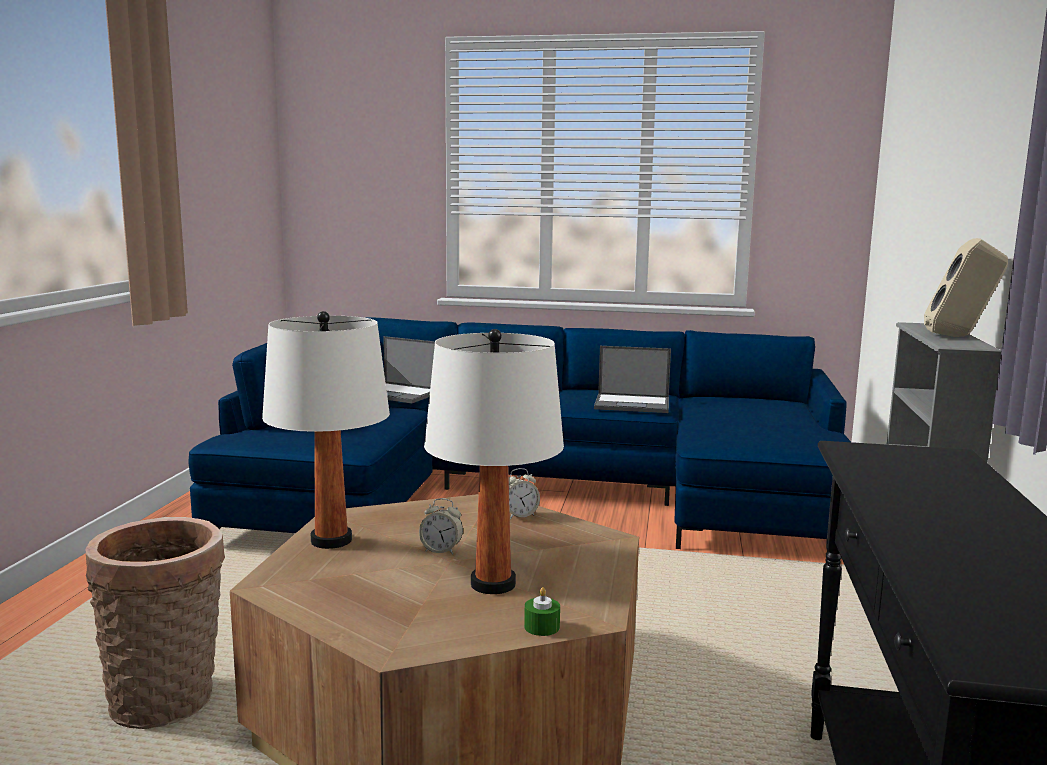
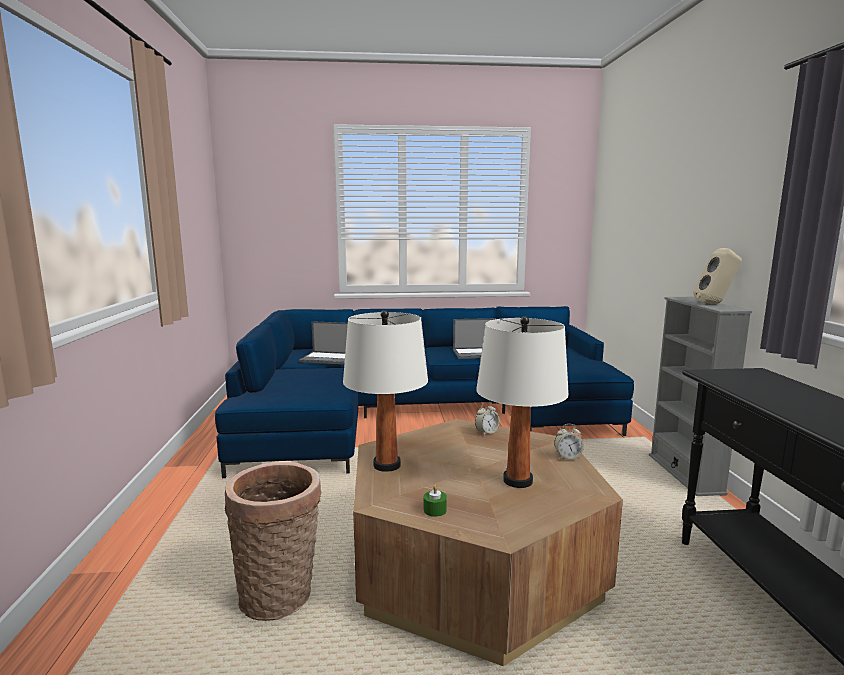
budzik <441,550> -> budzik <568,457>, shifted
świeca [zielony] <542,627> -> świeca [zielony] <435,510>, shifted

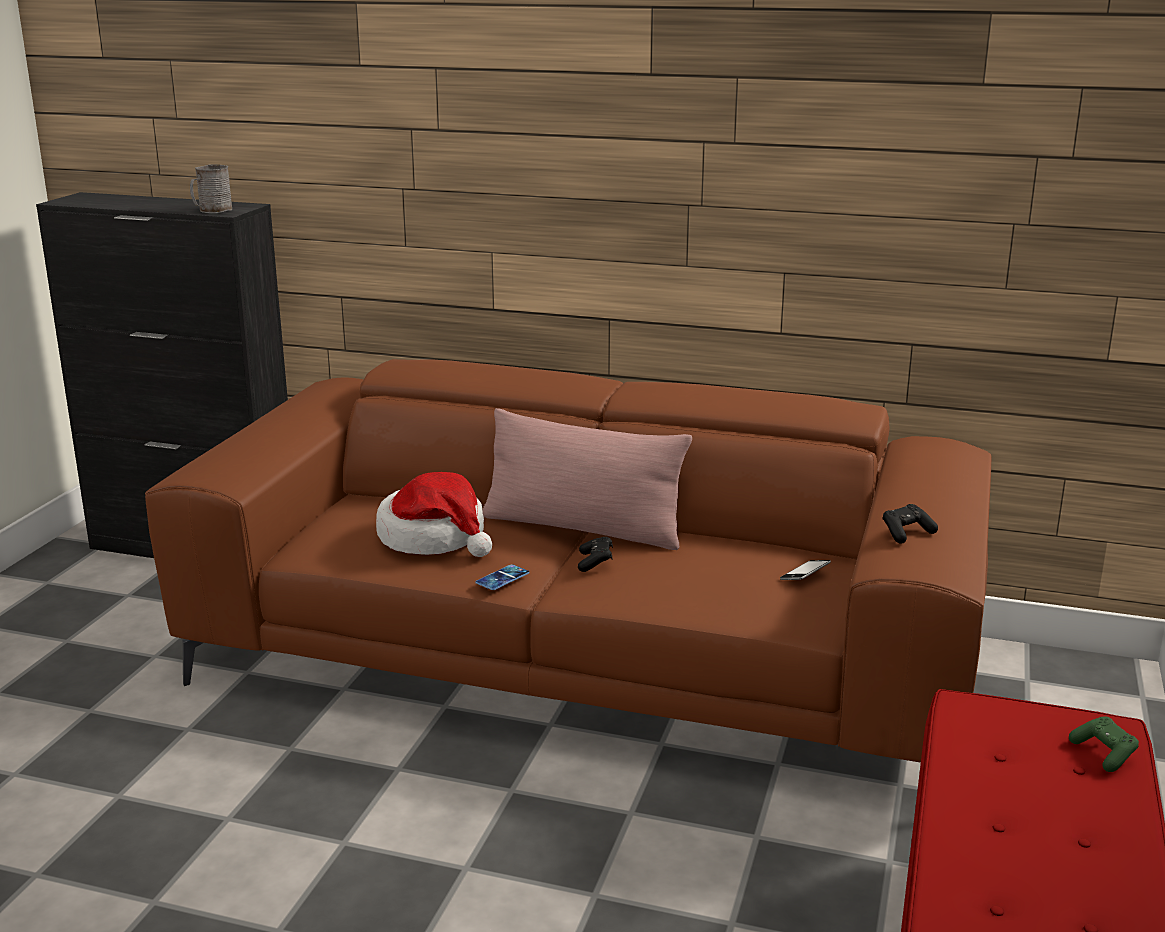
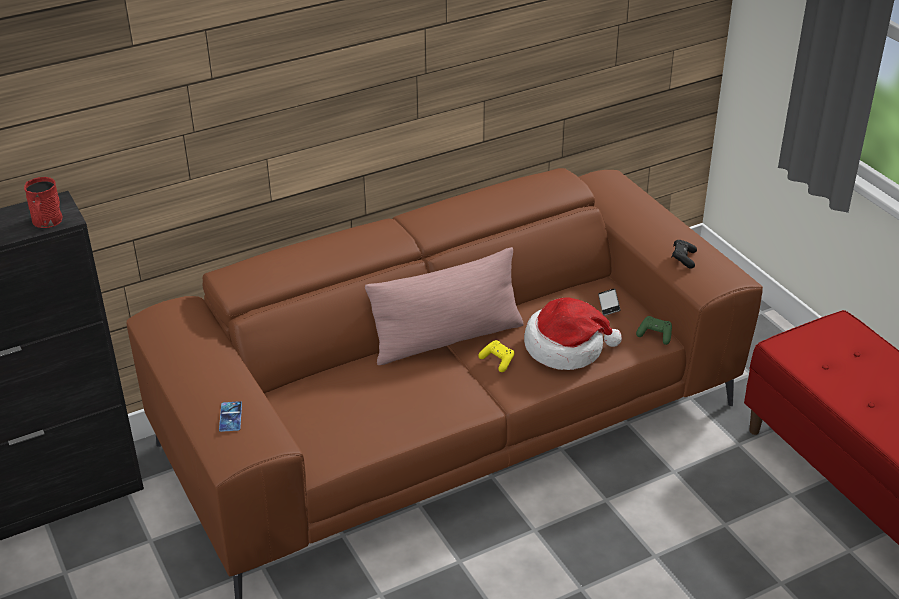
kubek [szary] <211,210> -> kubek [czerwony] <47,222>
kapelusz <434,537> -> kapelusz <566,347>, shifted
pad do gier [czarny] <595,562> -> pad do gier [żółty] <498,361>
telefon <502,578> -> telefon <230,417>, shifted
pad do gier [zielony] <1104,754> -> pad do gier [zielony] <655,335>, shifted

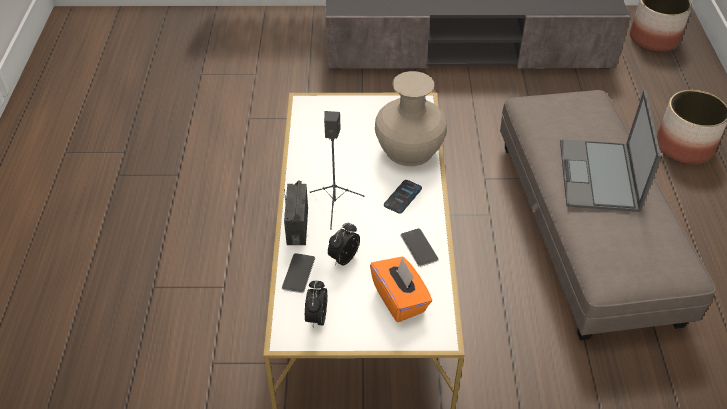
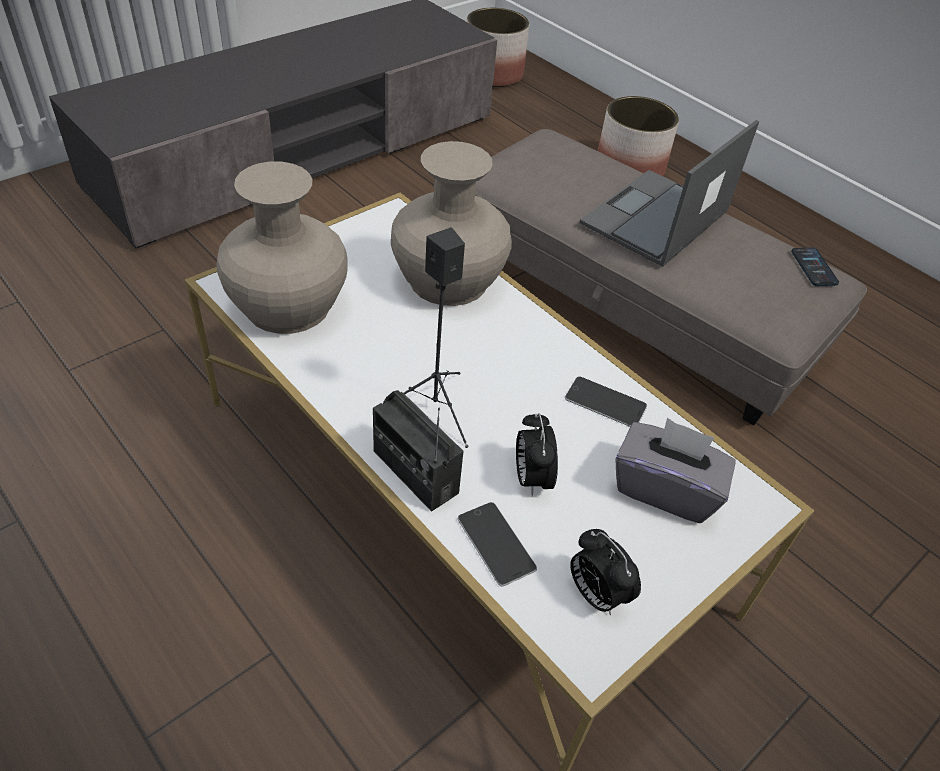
laptop <599,176> -> laptop <654,218>, 75 degrees clockwise
telefon <402,197> -> telefon <814,267>, shifted
pudełko chusteczek [pomarańczowy] <400,299> -> pudełko chusteczek [szary] <665,489>
none -> wazon [beżowy] <288,305>

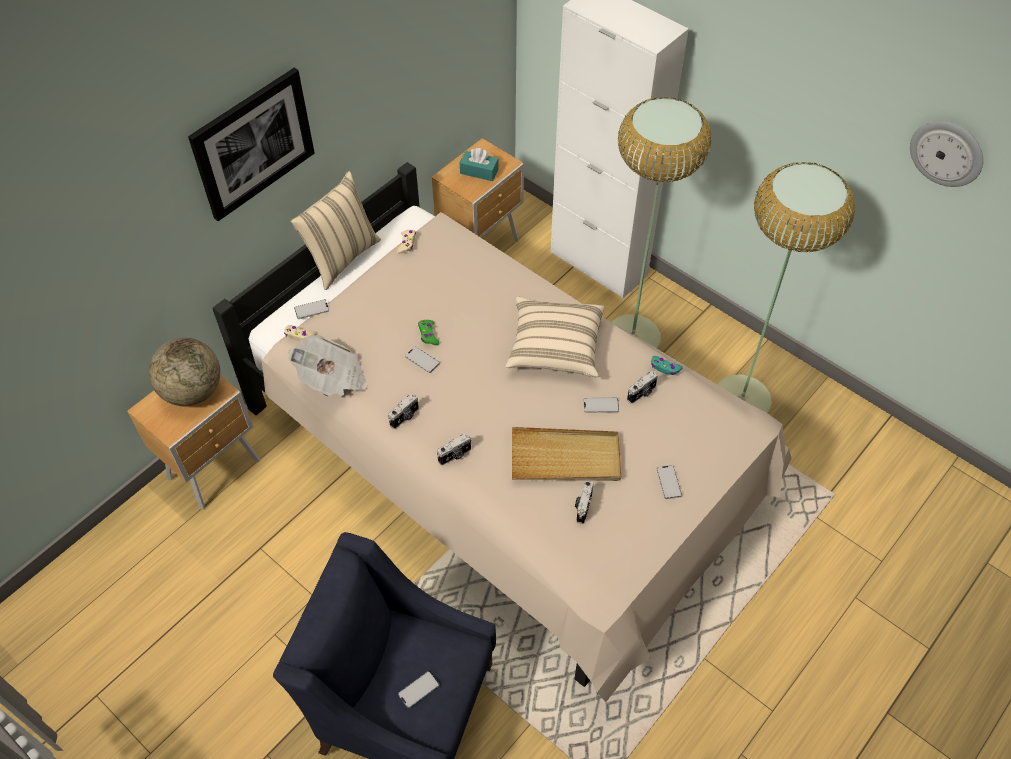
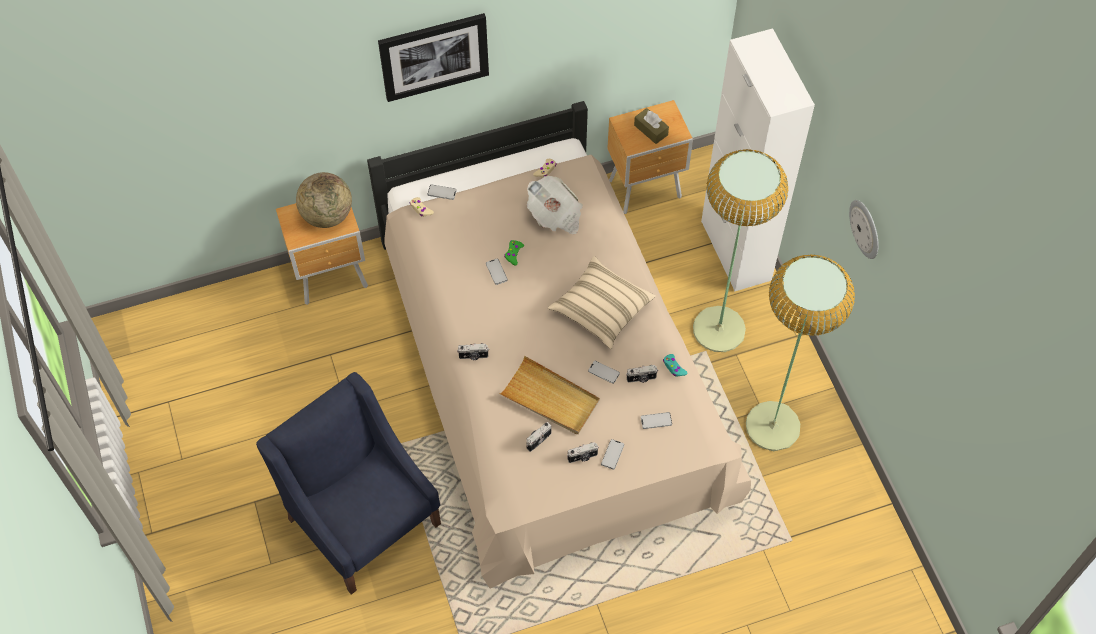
zegar ścienny <947,152> -> zegar ścienny <865,228>, shifted
pudełko chusteczek [turkusowy] <479,171> -> pudełko chusteczek [brązowy] <651,130>
poduszka [beżowy] <341,257> -> none
gazeta <332,378> -> gazeta <555,215>, shifted
aparat fotograficzny <405,417> -> aparat fotograficzny <583,457>, shifted
telefon <418,689> -> telefon <656,421>, shifted

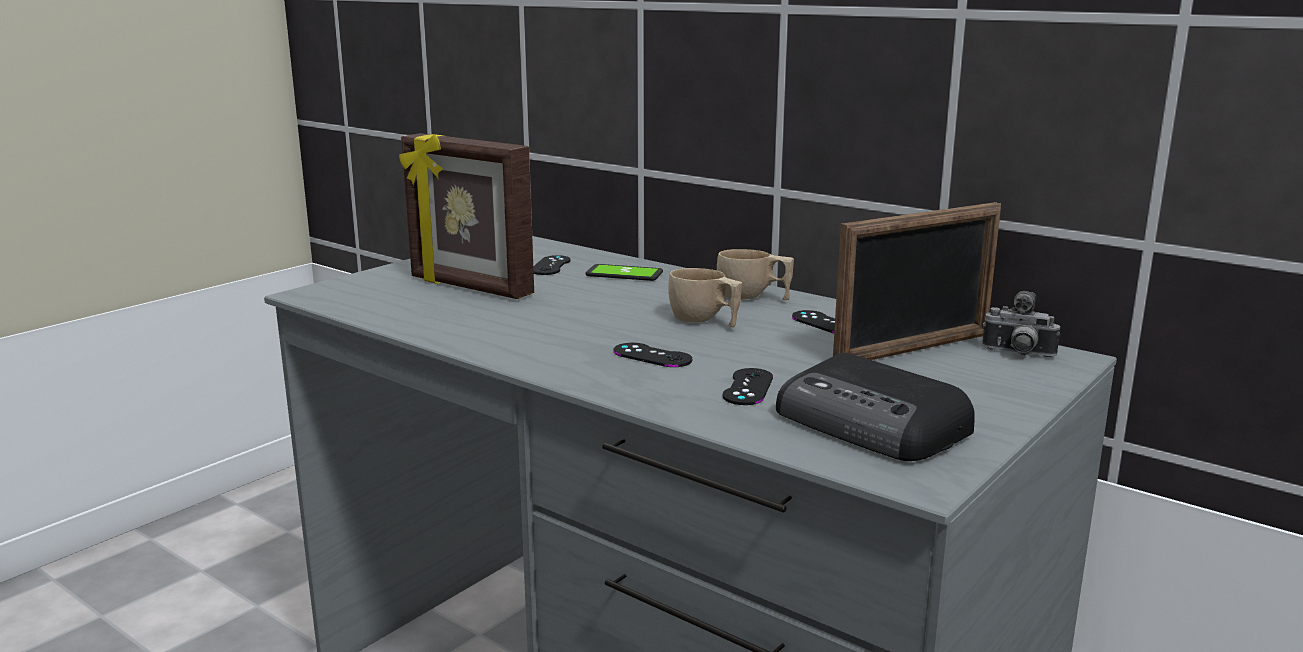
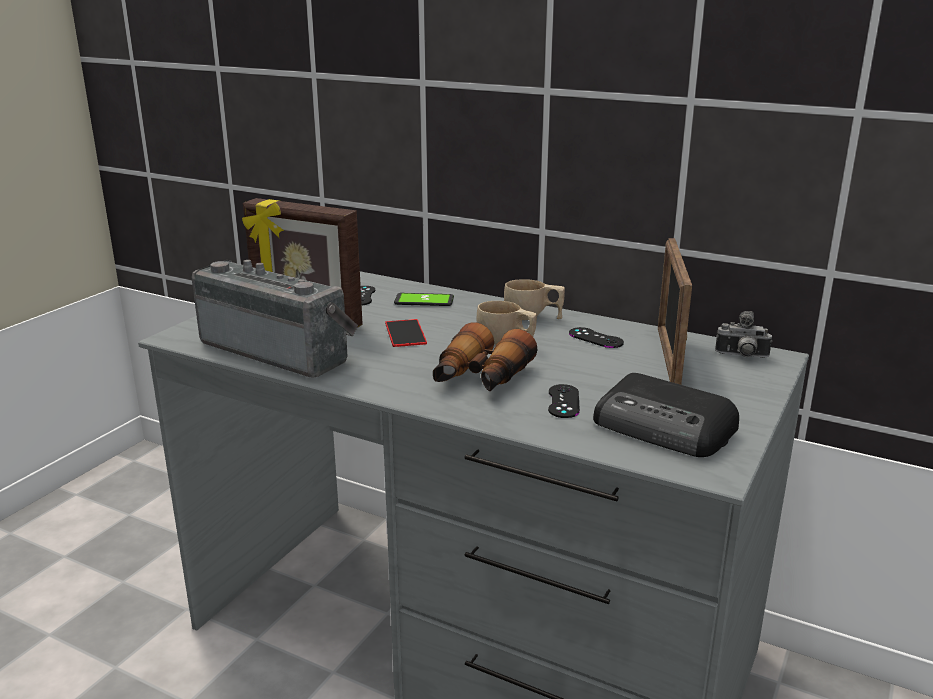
ramka na zdjęcie <913,349> -> ramka na zdjęcie <668,358>, 135 degrees clockwise
pad do gier [czarny] <652,356> -> lornetka <480,378>
none -> radio <279,350>
none -> telefon <405,333>

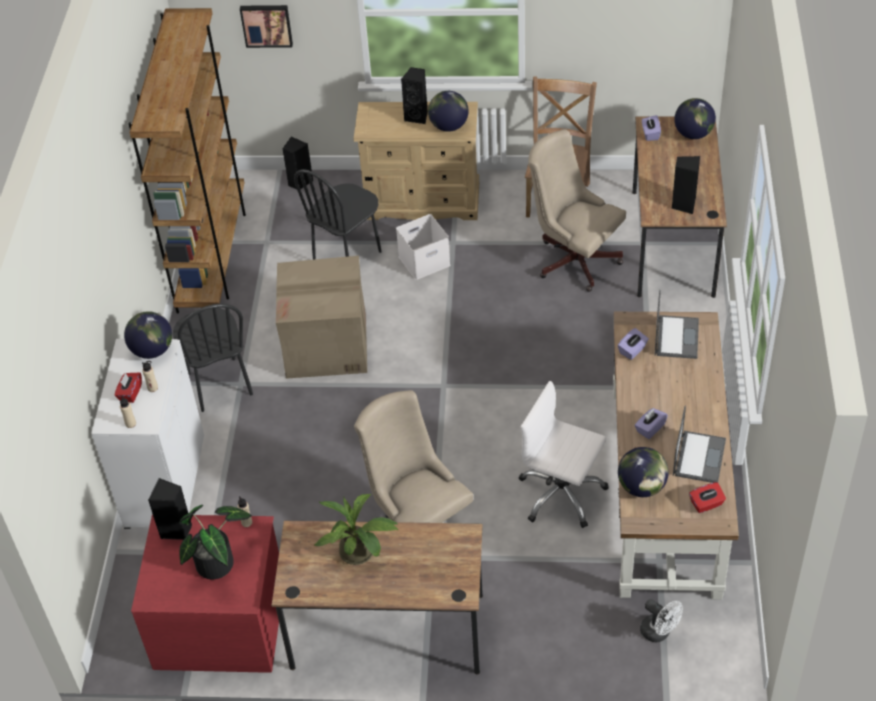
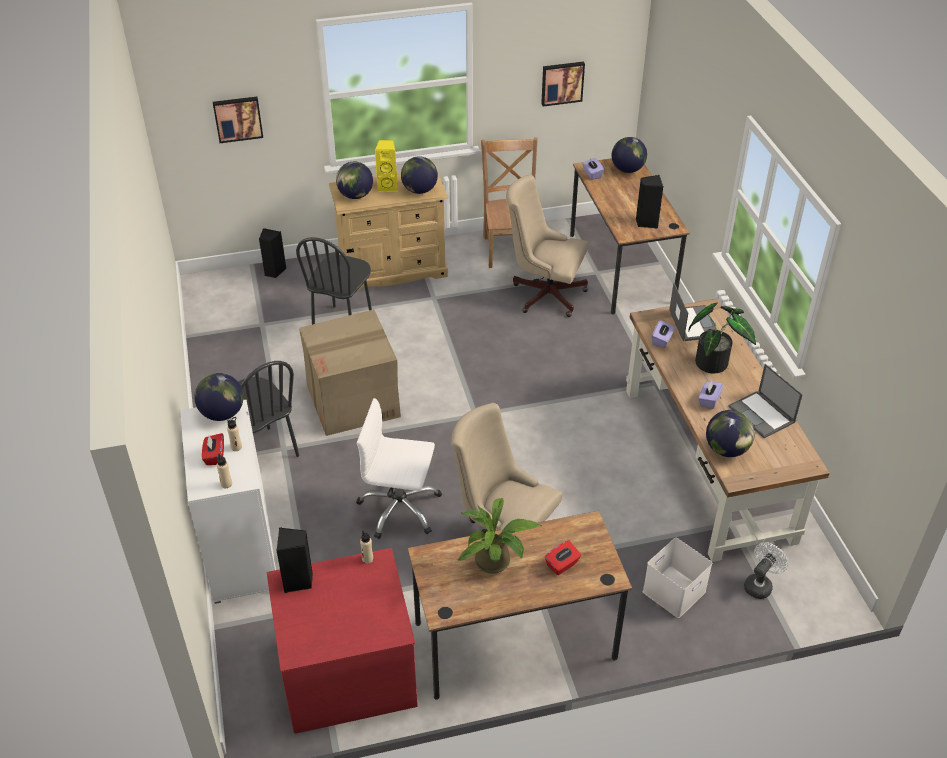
regał [brązowy] <213,255> -> none
głośnik [czarny] <417,116> -> głośnik [żółty] <388,187>
pojemnik do przechowywania [biały] <423,261> -> pojemnik do przechowywania [biały] <674,592>, shifted
krzesło biurowe [biały] <561,494> -> krzesło biurowe [biały] <399,509>, shifted
laptop <699,456> -> laptop <762,415>, 150 degrees clockwise
pudełko chusteczek [czerwony] <706,504> -> pudełko chusteczek [czerwony] <562,565>, shifted
roślina doniczkowa <220,563> -> roślina doniczkowa <715,362>, shifted
wentylator [biały] <659,633> -> wentylator [biały] <760,584>, 75 degrees counterclockwise
none -> obraz <562,82>
none -> globus <355,195>

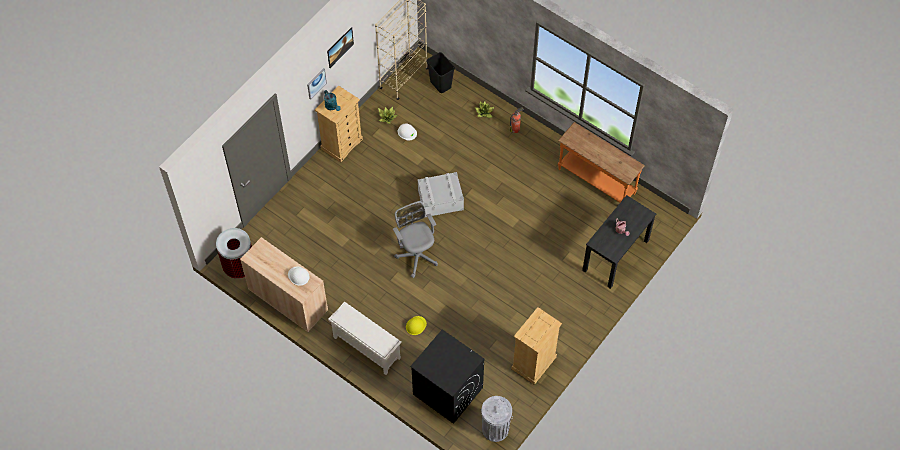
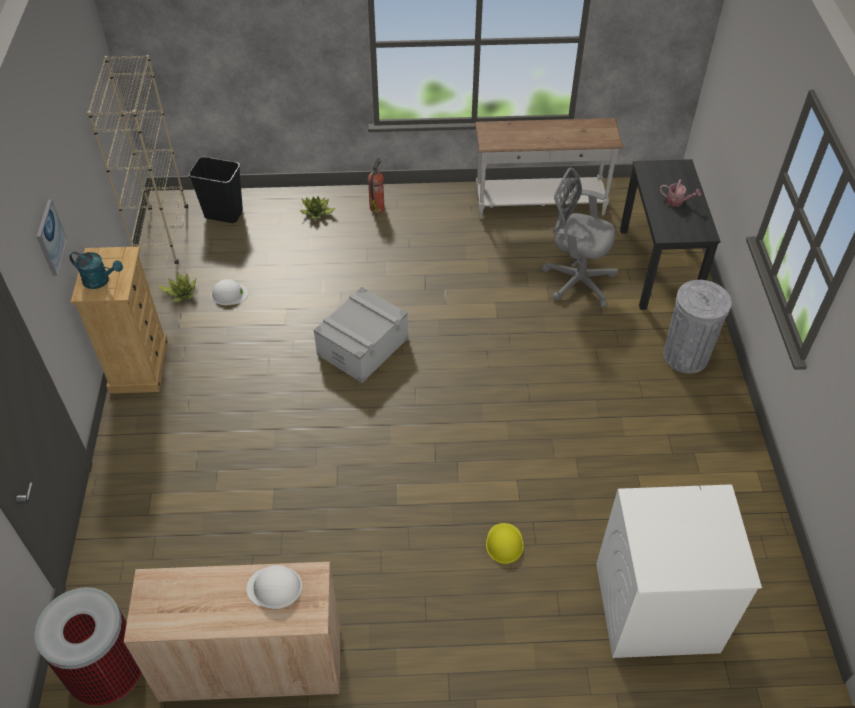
obraz <340,51> -> none
stolik konsolowy [pomarańczowy] <596,182> -> stolik konsolowy [biały] <540,205>
krzesło biurowe [szary] <416,254> -> krzesło biurowe [szary] <575,280>, shifted
regał na buty [biały] <366,347> -> none
komoda [beżowy] <533,363> -> none
pralka [czarny] <447,391> -> pralka [biały] <655,607>
kosz na śmieci [szary] <495,429> -> kosz na śmieci [szary] <685,356>, shifted

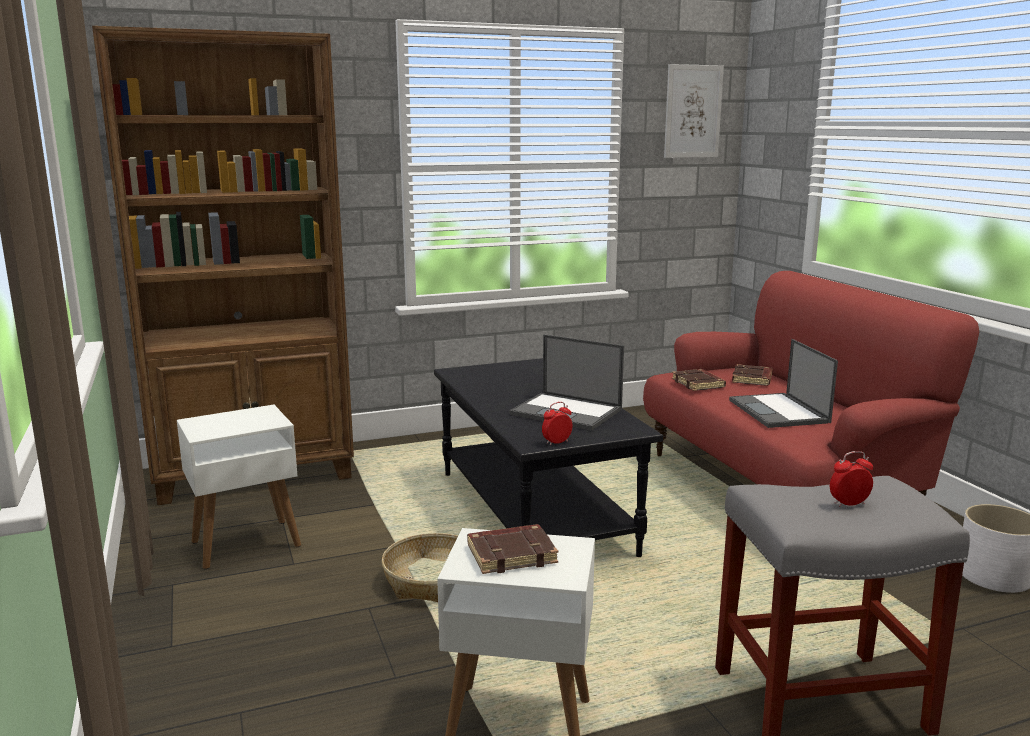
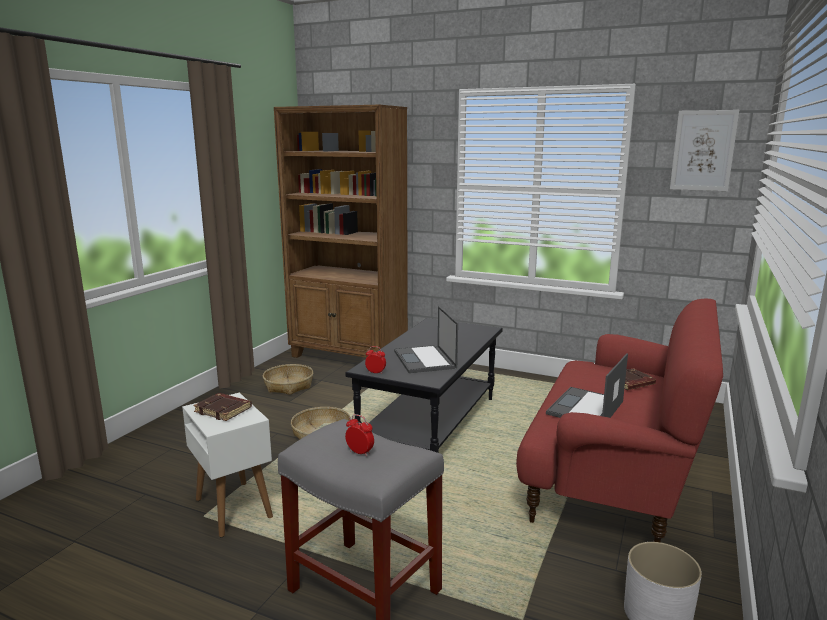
książka [brązowy] <699,384> -> none
stolik [biały] <245,544> -> koszyk <288,386>

